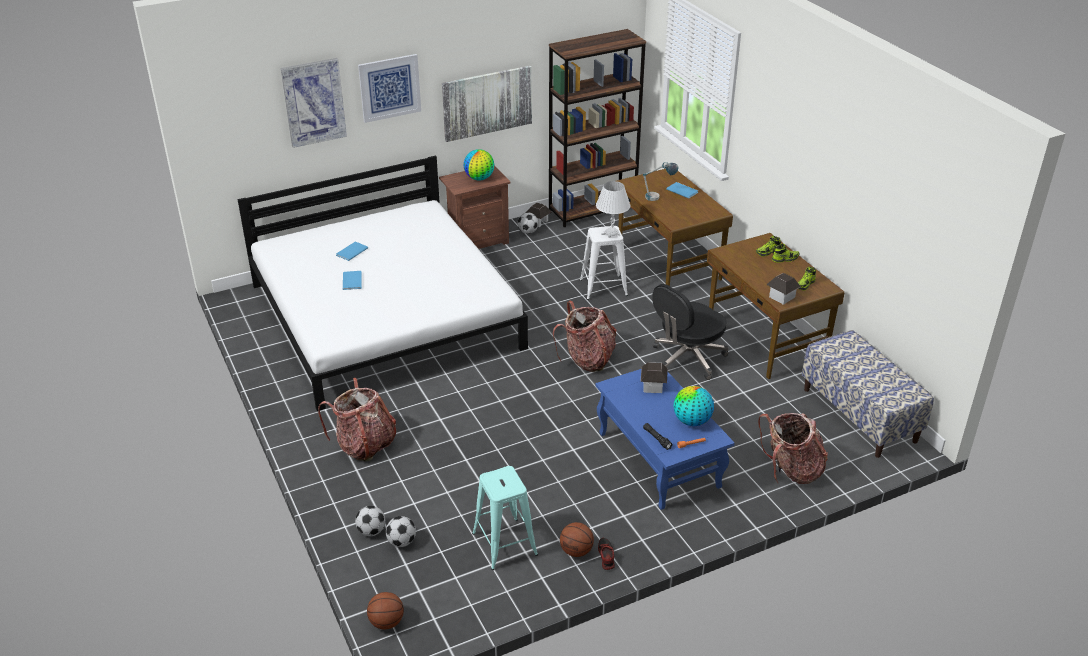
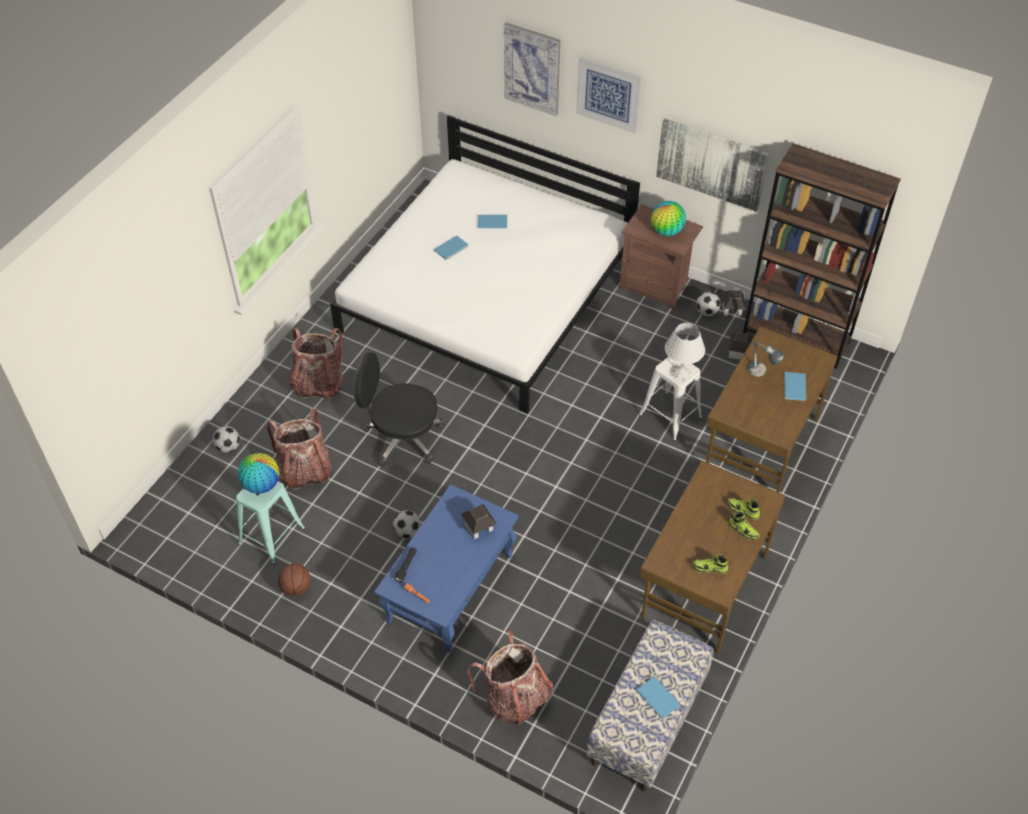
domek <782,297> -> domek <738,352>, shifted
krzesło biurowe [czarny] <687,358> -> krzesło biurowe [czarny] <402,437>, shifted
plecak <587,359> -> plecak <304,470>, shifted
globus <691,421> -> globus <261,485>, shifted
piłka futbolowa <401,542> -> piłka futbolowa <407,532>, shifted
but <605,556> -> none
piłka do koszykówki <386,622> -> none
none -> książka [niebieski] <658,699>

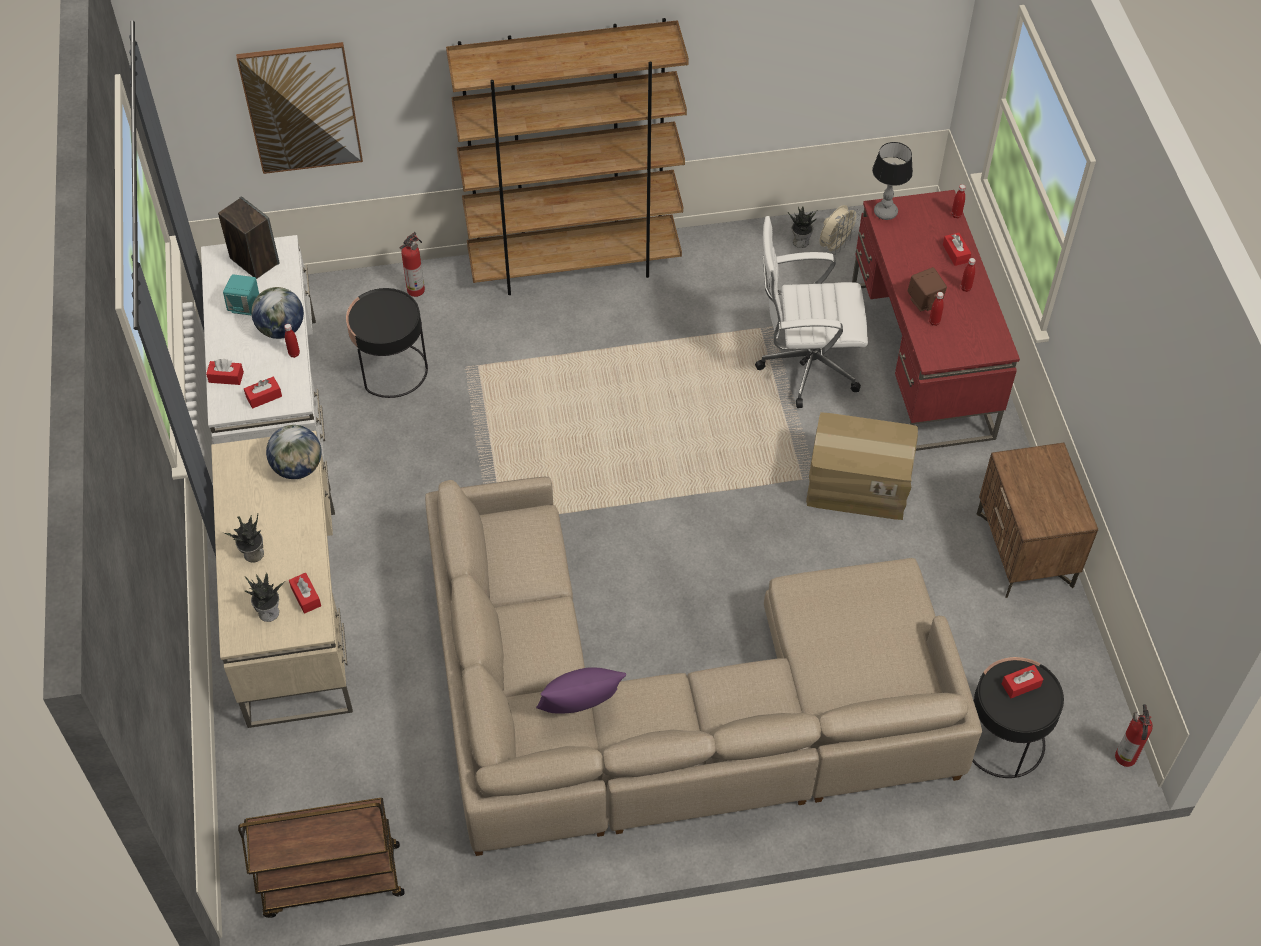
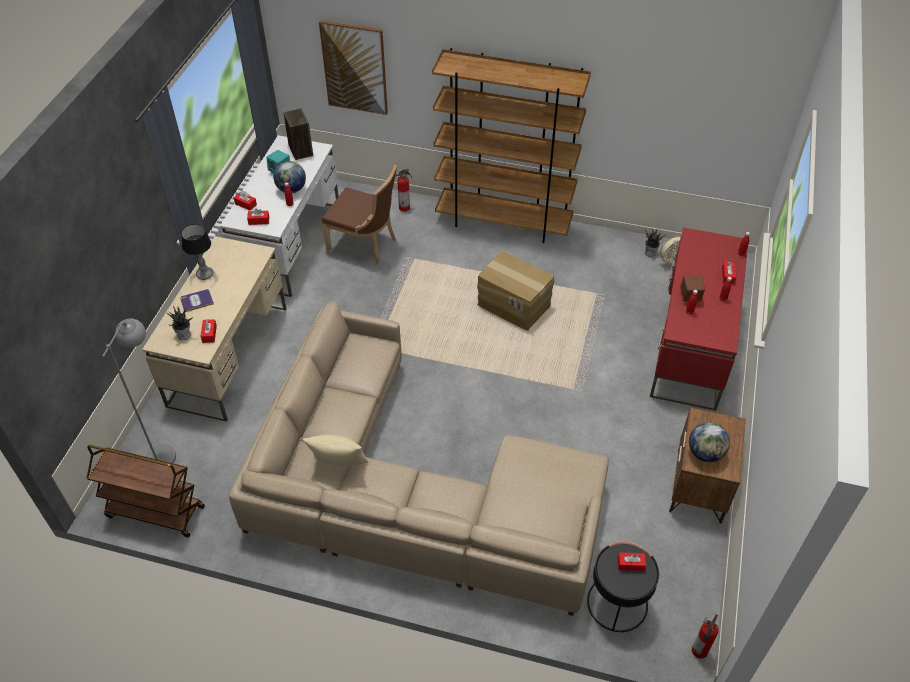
lampa stołowa <885,212> -> lampa stołowa <205,274>, shifted
krzesło biurowe [biały] <804,367> -> none
stolik [czarny] <392,370> -> krzesło [brązowy] <365,245>
karton <858,484> -> karton <514,305>, shifted
globus <298,468> -> globus <705,453>, shifted
roślina doniczkowa <253,554> -> książka <196,301>
poduszka [fioletowy] <581,710> -> poduszka [beżowy] <339,466>
none -> lampa stojąca [szary] <165,448>

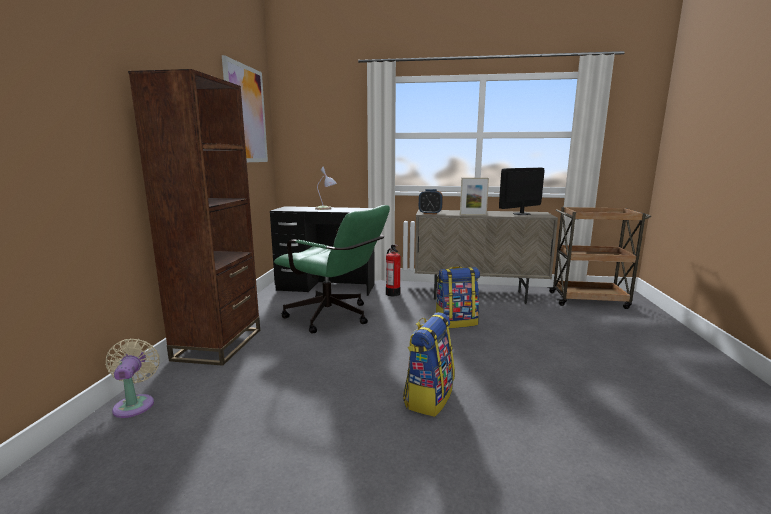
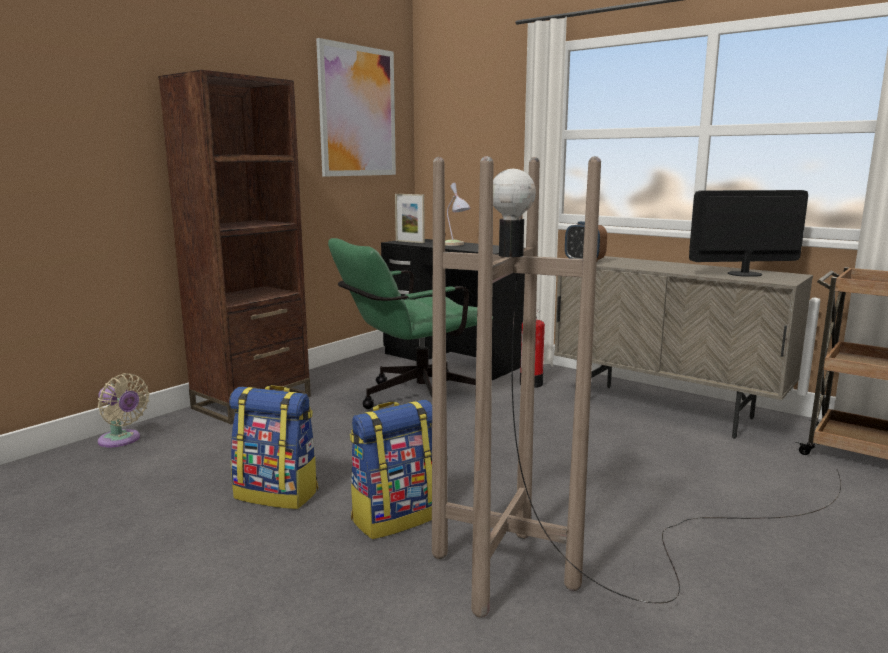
ramka na zdjęcie <473,215> -> ramka na zdjęcie <410,242>, shifted
krzesło biurowe [zielony] <335,318> -> krzesło biurowe [zielony] <411,399>, 90 degrees clockwise
plecak <456,322> -> plecak <278,494>, shifted
wentylator [beżowy] <135,404> -> wentylator [beżowy] <122,440>, 105 degrees clockwise
none -> lampa stojąca [brązowy] <614,555>

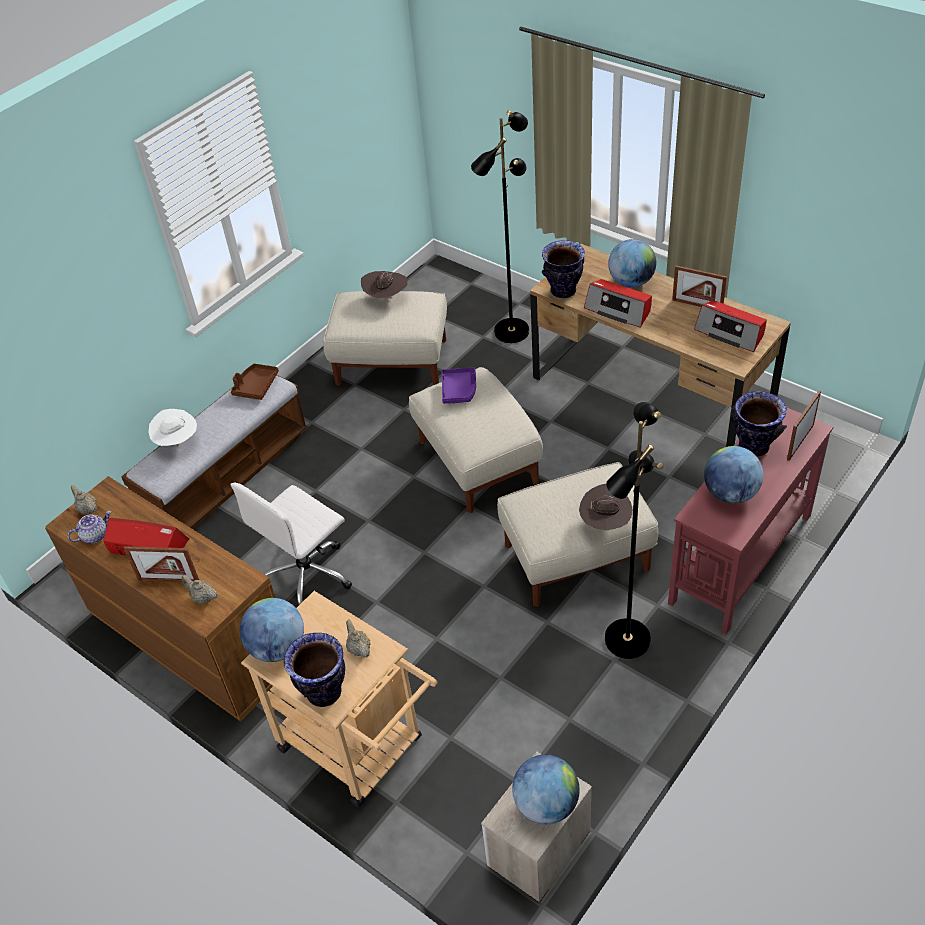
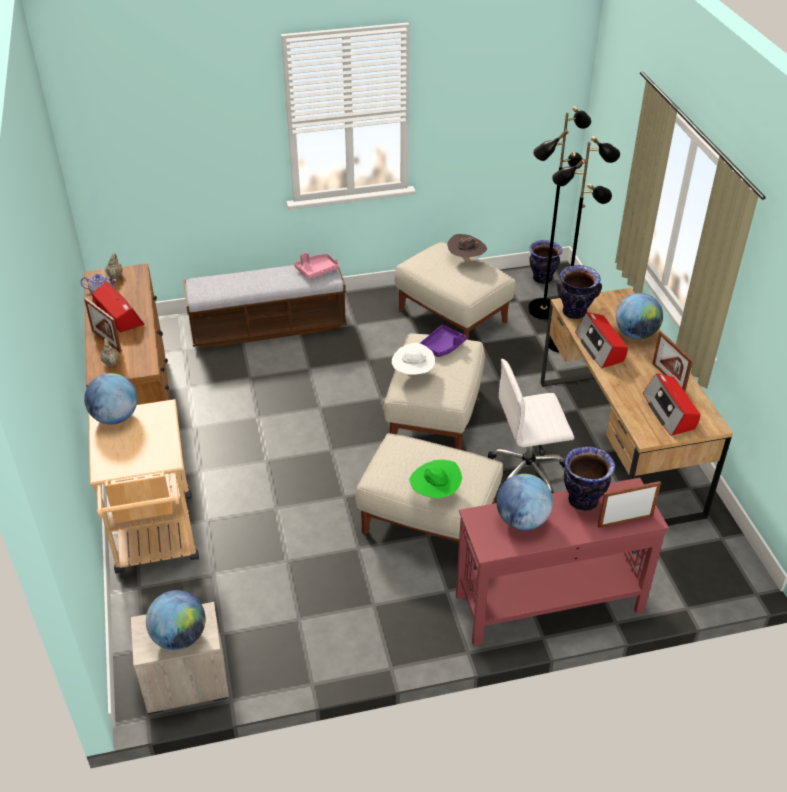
taca [brązowy] <256,386> -> taca [różowy] <316,270>
lampa stojąca [czarny] <626,638> -> lampa stojąca [czarny] <543,309>, shifted
kapelusz [biały] <177,442> -> kapelusz [biały] <413,374>, shifted
krzesło biurowe [biały] <308,573> -> krzesło biurowe [biały] <528,471>, shifted
kapelusz [brązowy] <605,523> -> kapelusz [zielony] <435,493>
imbryk [beżowy] <358,649> -> none
wazon <323,692> -> wazon <542,278>, shifted

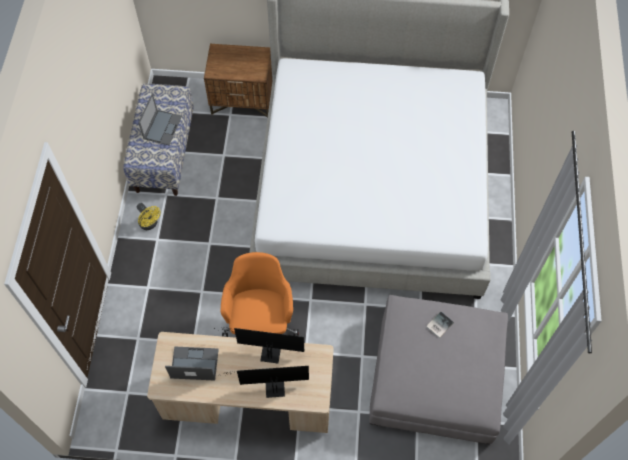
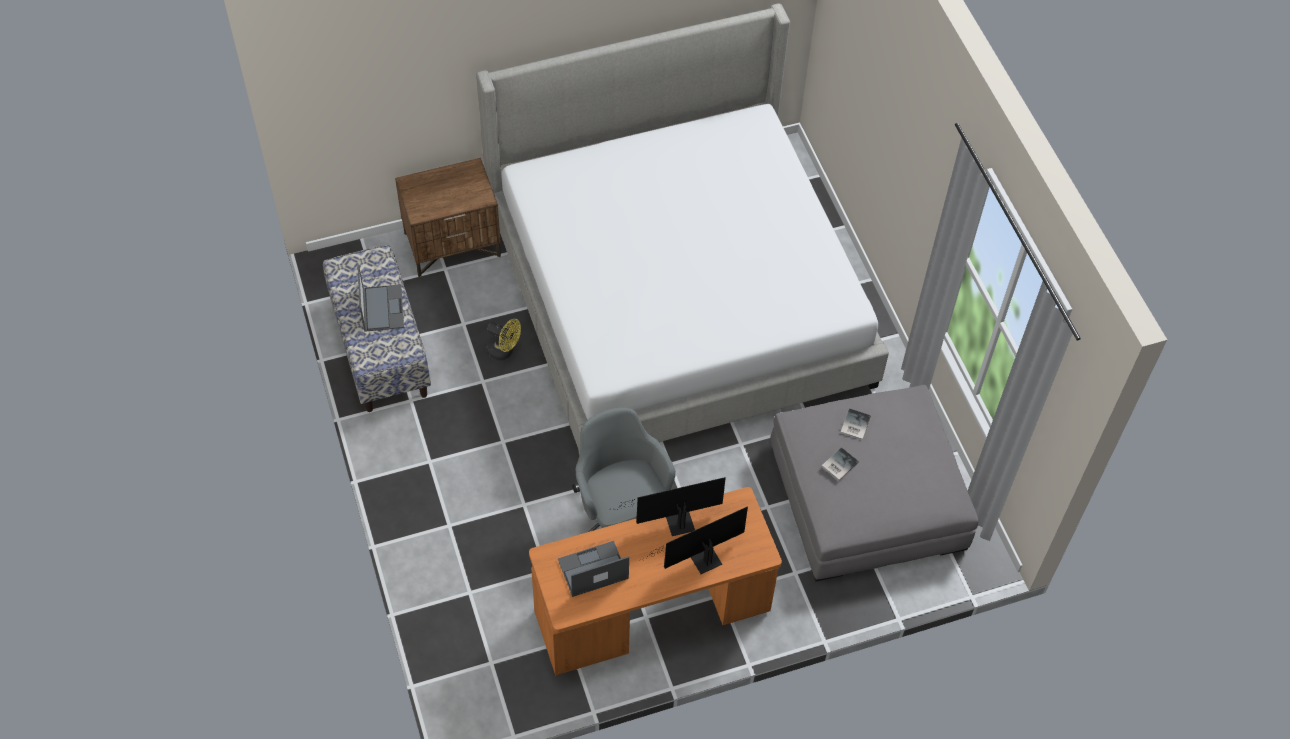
wentylator [żółty] <150,224> -> wentylator [żółty] <504,351>, shifted
krzesło biurowe [pomarańczowy] <261,323> -> krzesło biurowe [szary] <621,515>
biurko [beżowy] <248,401> -> biurko [pomarańczowy] <652,613>
none -> książka <838,464>

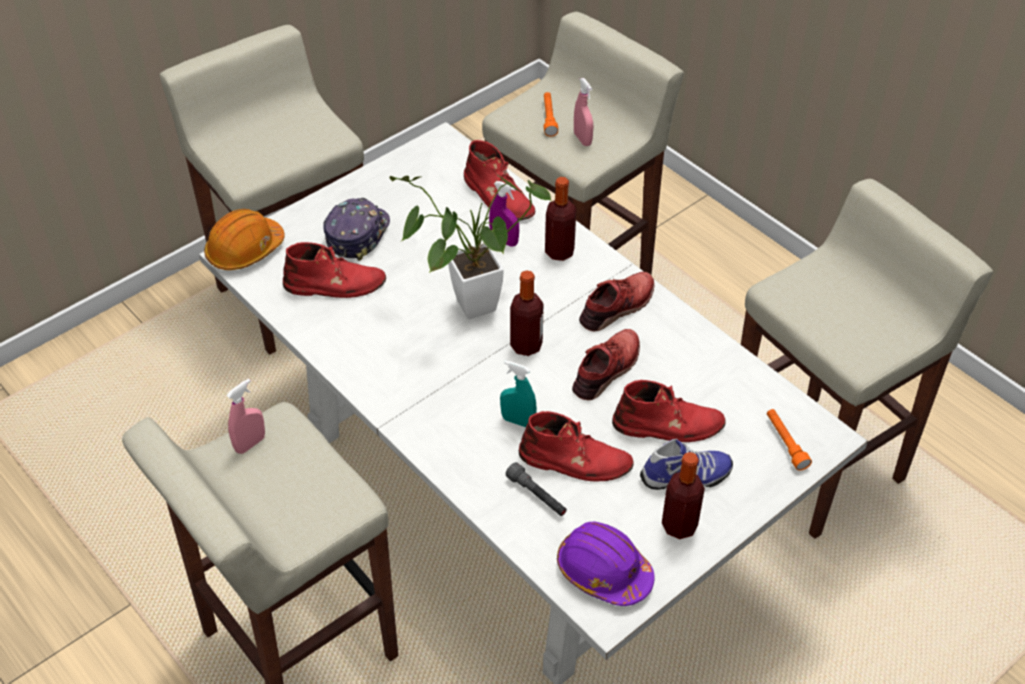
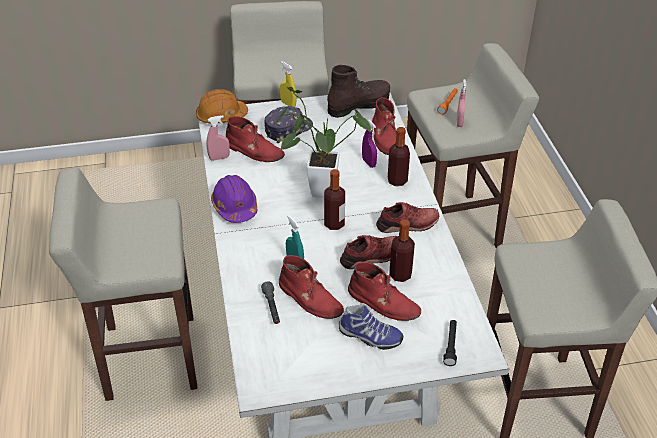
spryskiwacz [różowy] <250,444> -> spryskiwacz [różowy] <219,158>, shifted
latarka [pomarańczowy] <785,443> -> latarka [czarny] <451,345>
butelka <679,525> -> butelka <400,274>, shifted
kask [fioletowy] <603,571> -> kask [fioletowy] <235,206>, shifted
none -> spryskiwacz [żółty] <288,104>
none -> but z cholewką [brązowy] <358,105>

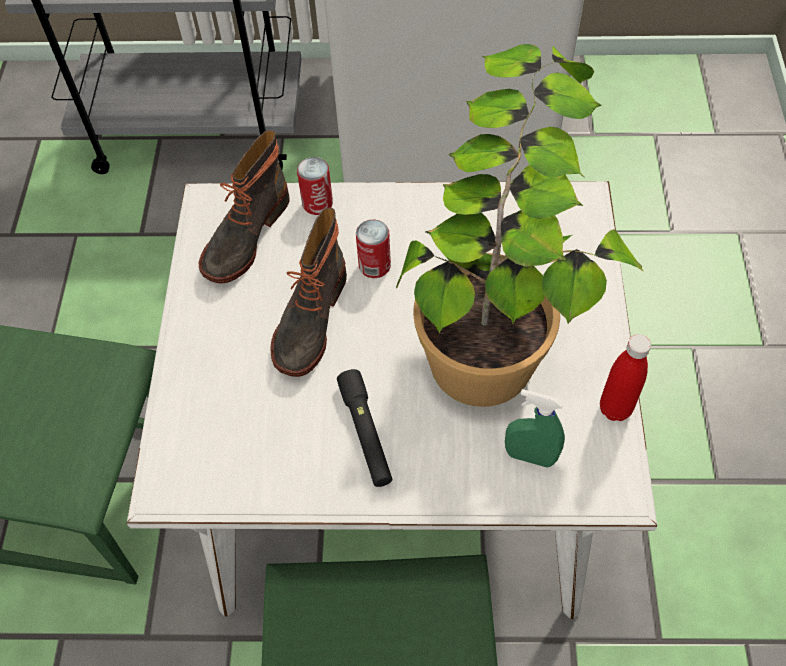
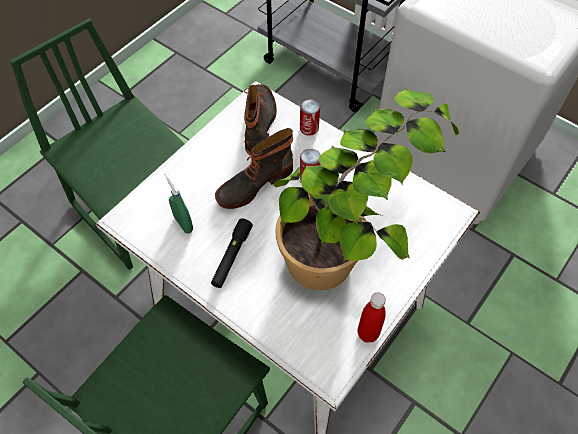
but z cholewką <244,236> -> but z cholewką <260,123>, 120 degrees clockwise
spryskiwacz [zielony] <530,456> -> spryskiwacz [zielony] <183,223>, shifted

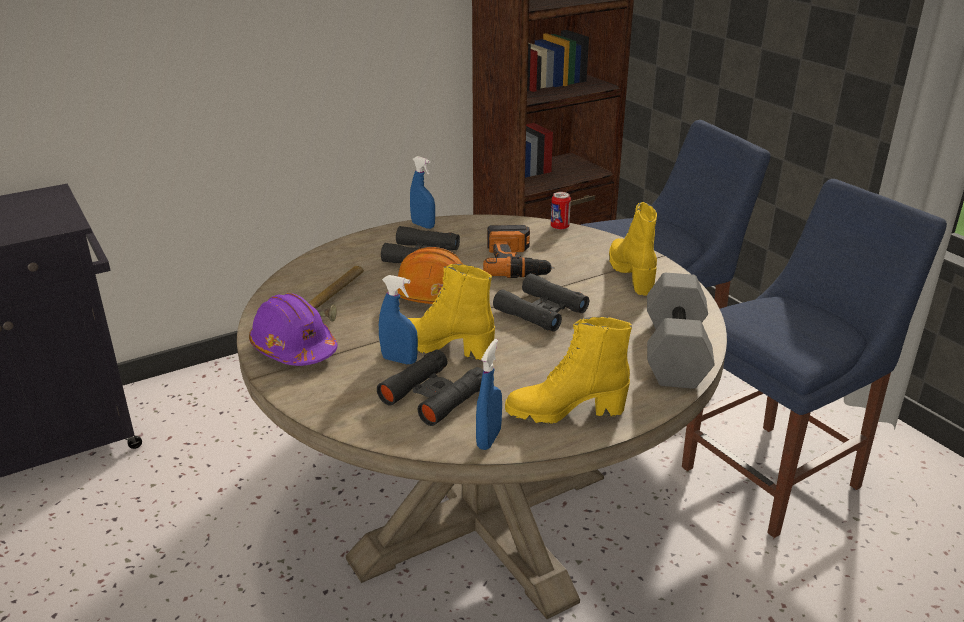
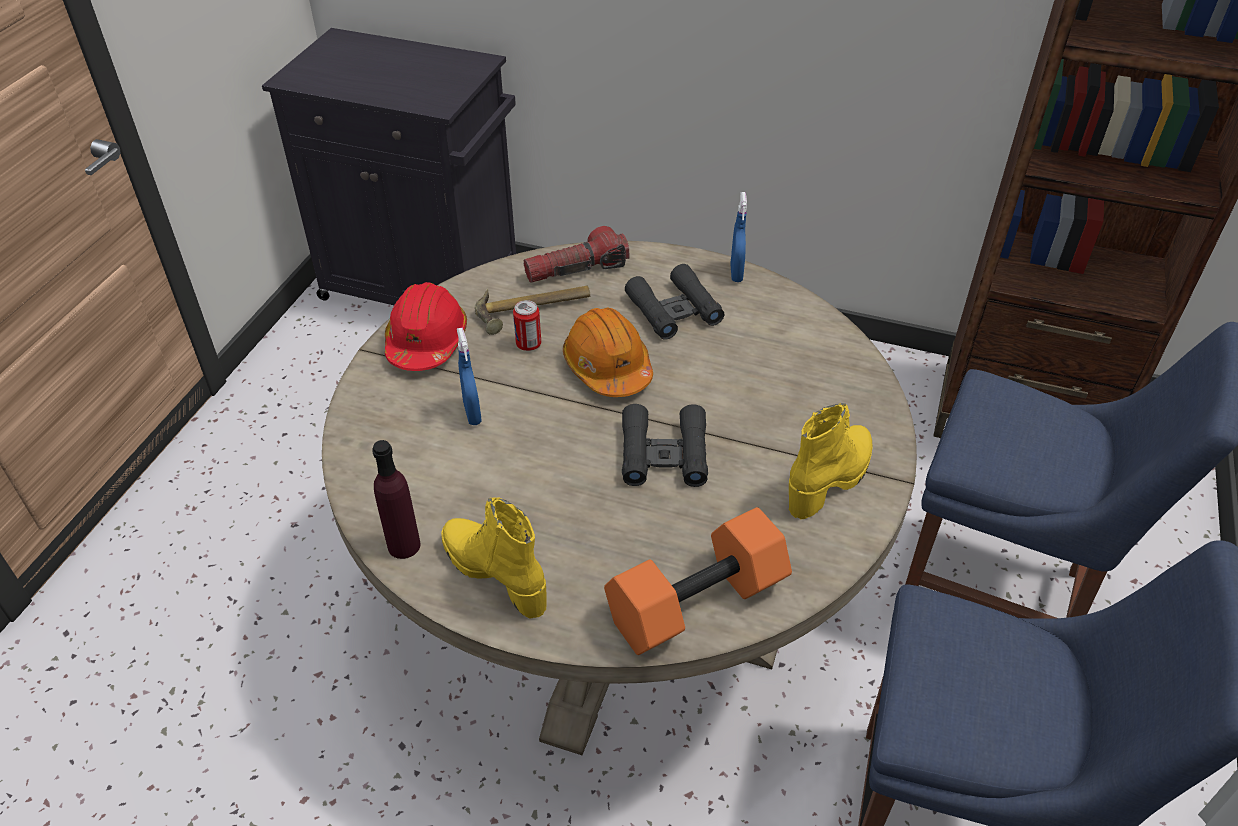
puszka <559,227> -> puszka <528,344>, shifted
wiertarka <516,262> -> none
but z cholewką [żółty] <442,347> -> none
hantel [szary] <673,351> -> hantel [pomarańczowy] <696,600>
kask [fioletowy] <294,348> -> kask [czerwony] <426,341>
spryskiwacz [niebieski] <489,439> -> butelka [fioletowy] <404,545>
lornetka [czarny] <434,395> -> none
none -> latarka <577,269>

